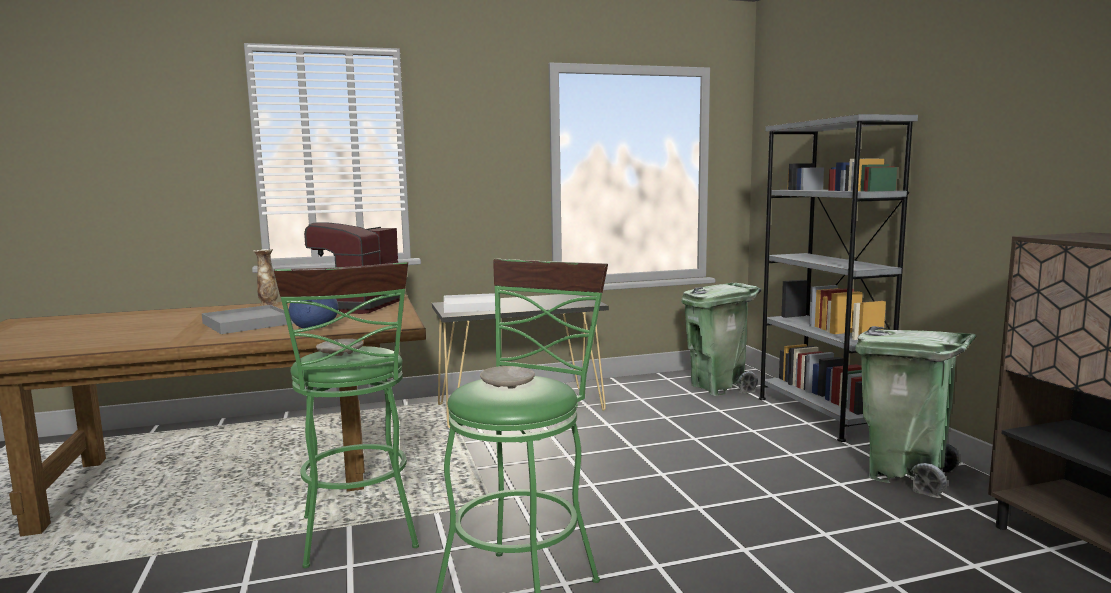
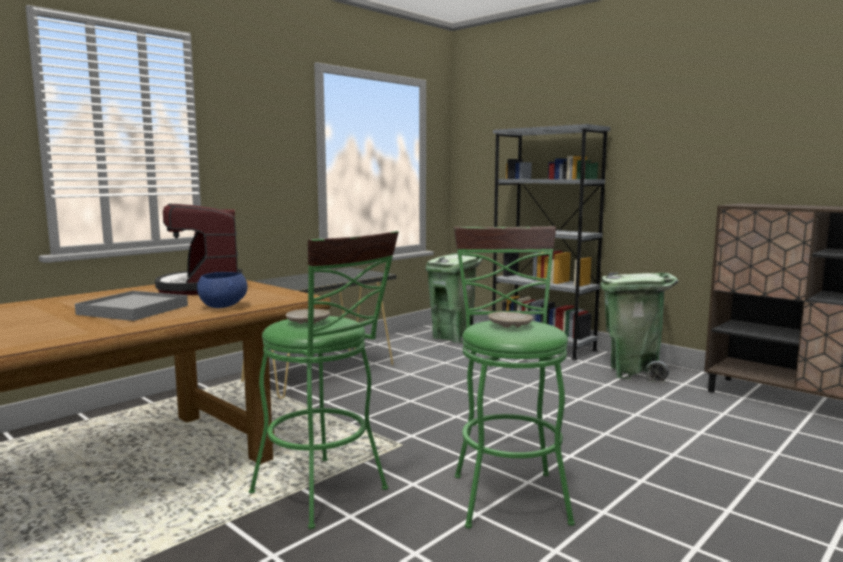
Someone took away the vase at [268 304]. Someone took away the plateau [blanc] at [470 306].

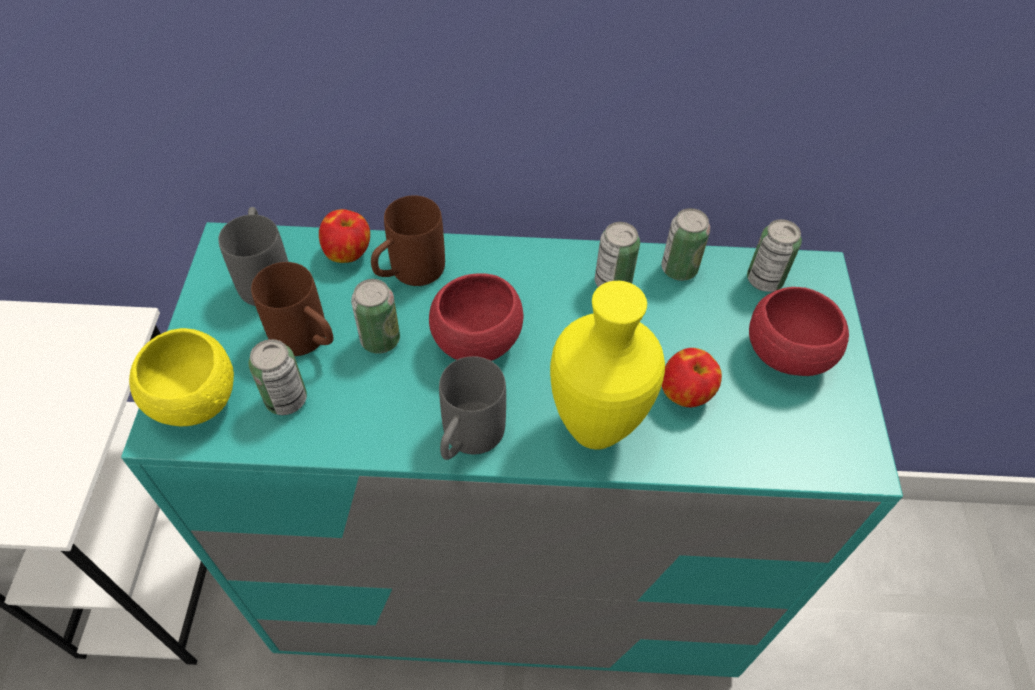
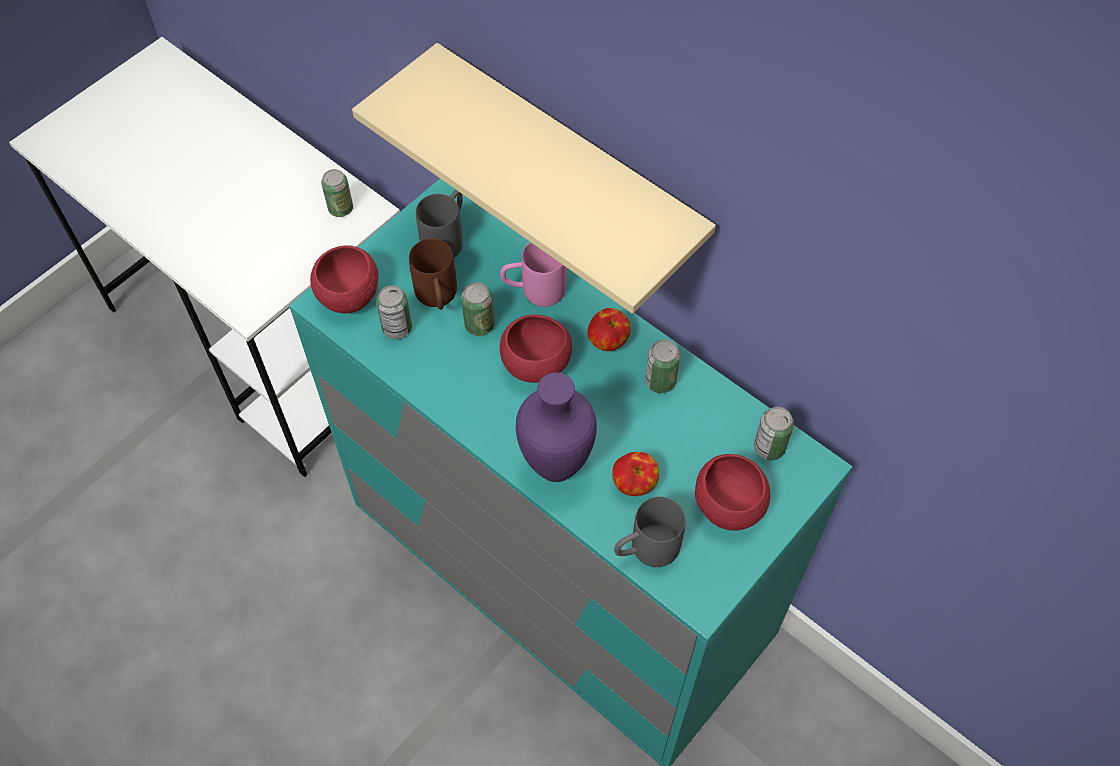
Someone repainted the bol [jaune] at [194 400], which became the bol [rouge] at [348 296]. Someone carried the pomme from [348 253] to [608 341]. Someone repainted the mug [marron] at [408 273], which became the mug [rose] at [533 291]. Someone carried the mug [gris] from [467 440] to [645 550]. Someone repainted the vase [jaune] at [597 427], which became the vase [violet] at [559 466]. Someone carried the boîte métallique from [679 269] to [340 208]. Someone put up the étagère [beige] at [569 170].

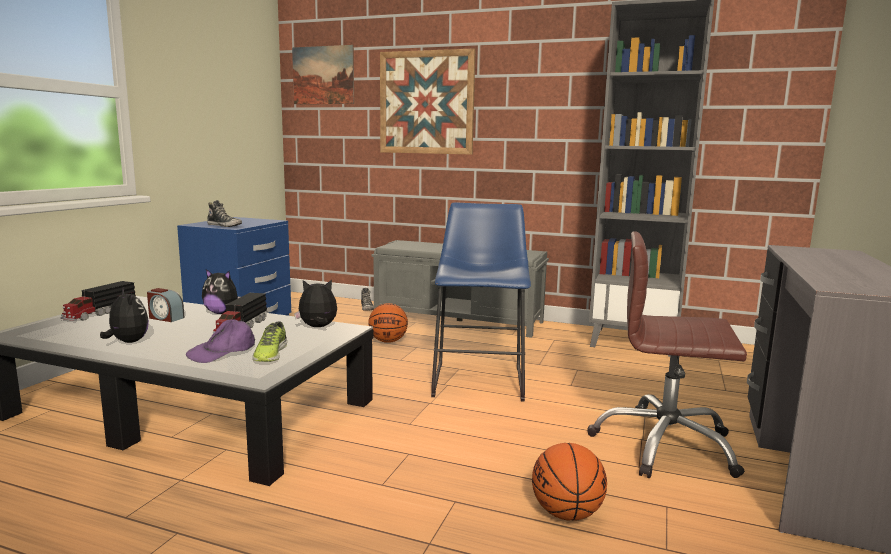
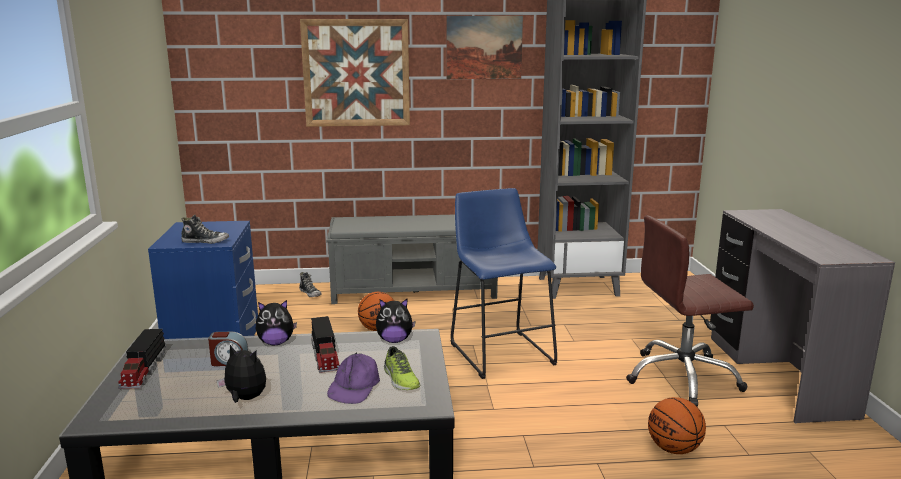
Someone carried the tableau from [323 75] to [484 47]. Someone rotated the peluche at [318 327] by 150 degrees counterclockwise.

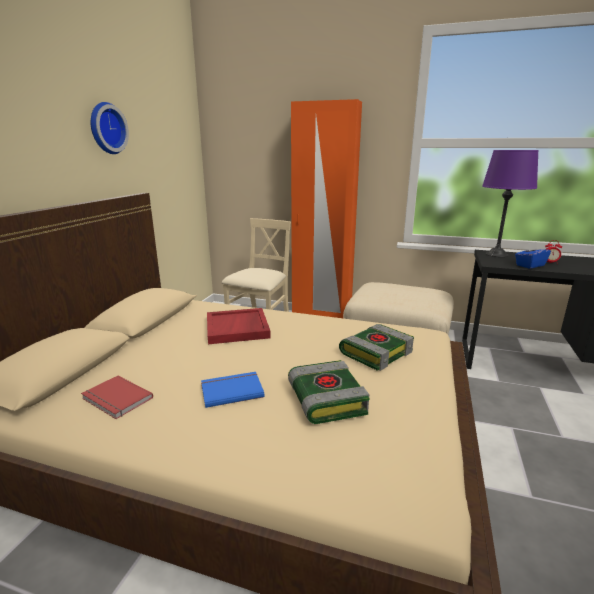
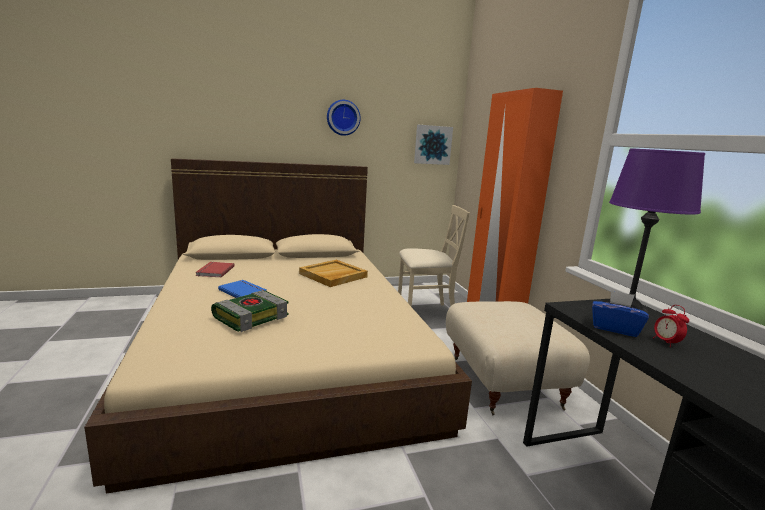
Someone repainted the plateau [rouge] at [238 328], which became the plateau [beige] at [333 275]. Someone took away the livre at [376 352]. Someone put up the tableau at [432 145].

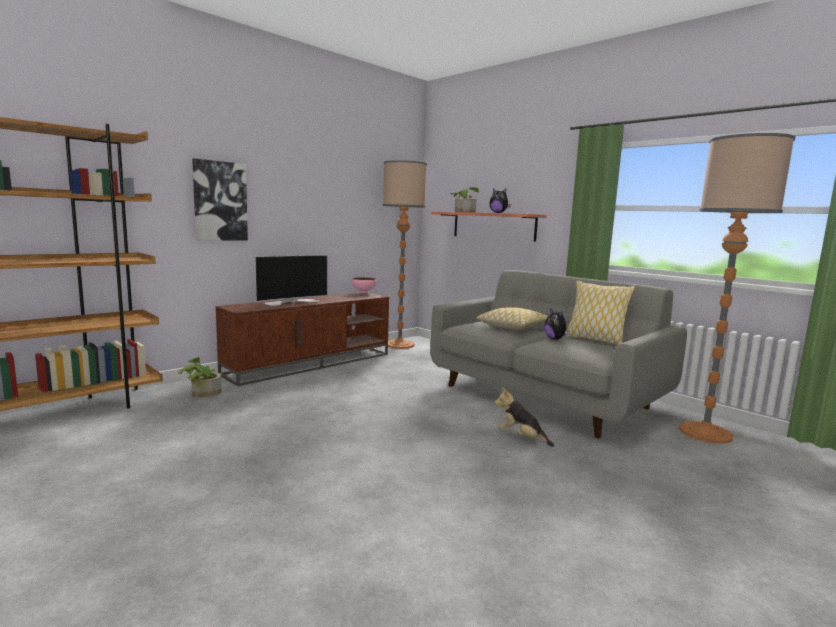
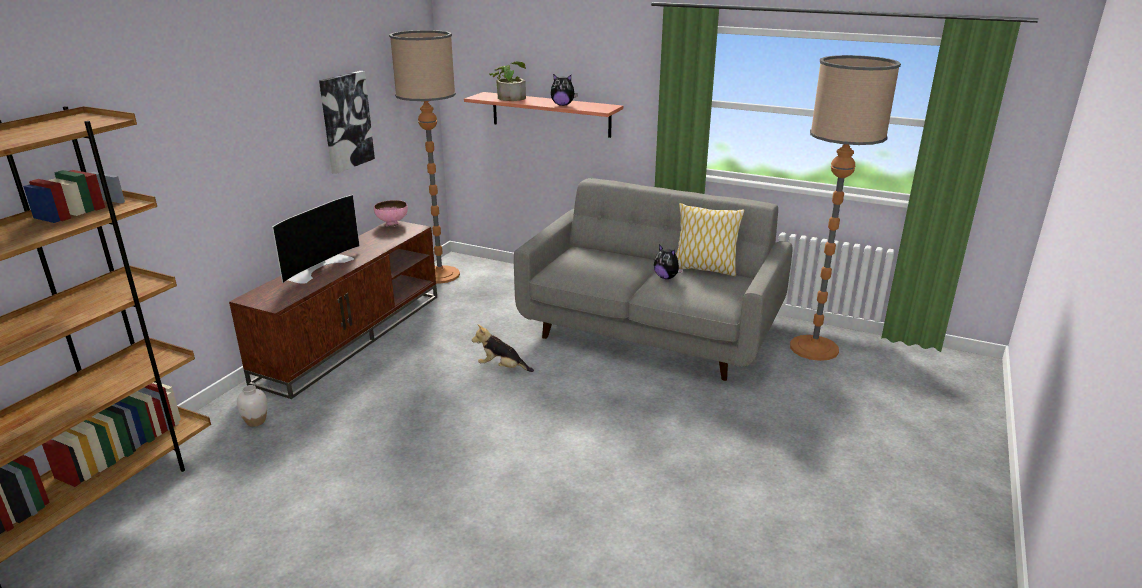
Someone swapped the plante en pot at [202 393] for the vase [blanc] at [256 421]. Someone carried the tableau from [220 201] to [346 121]. Someone took away the coussin at [513 327]. Someone carried the peluche from [521 437] to [502 368].

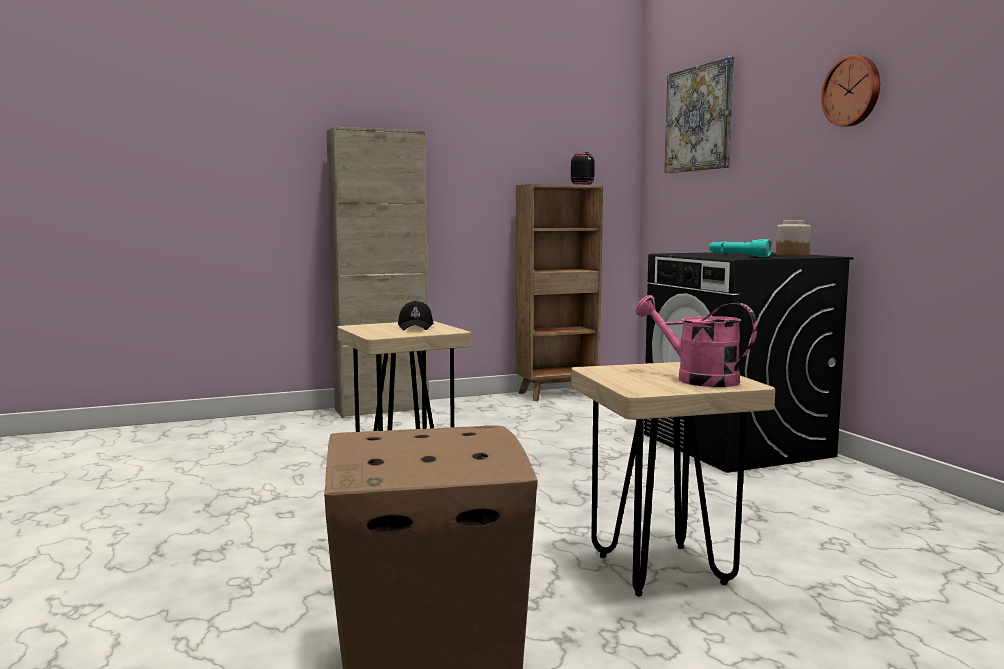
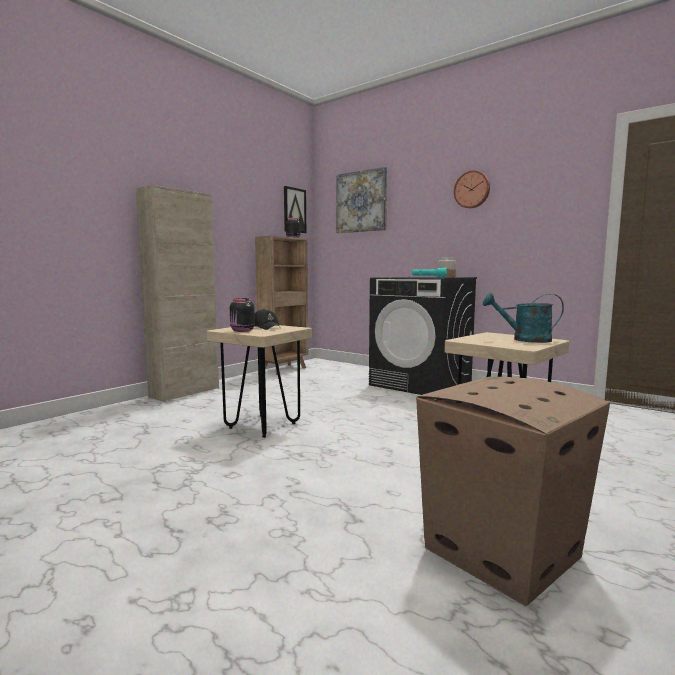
Someone repainted the arrosoir [rose] at [697 379], which became the arrosoir [turquoise] at [524 340]. Someone put down the bocal [noir] at [242 331]. Someone put up the tableau at [294 210].

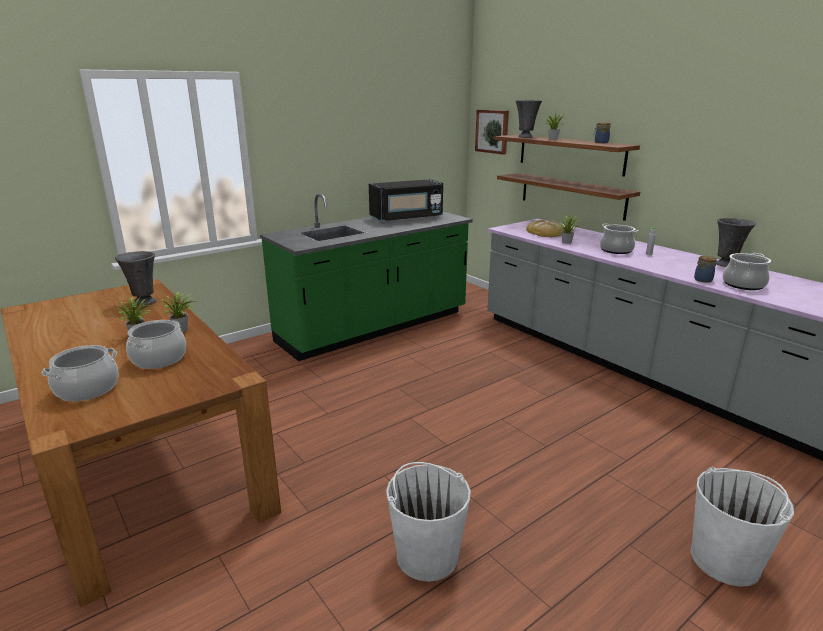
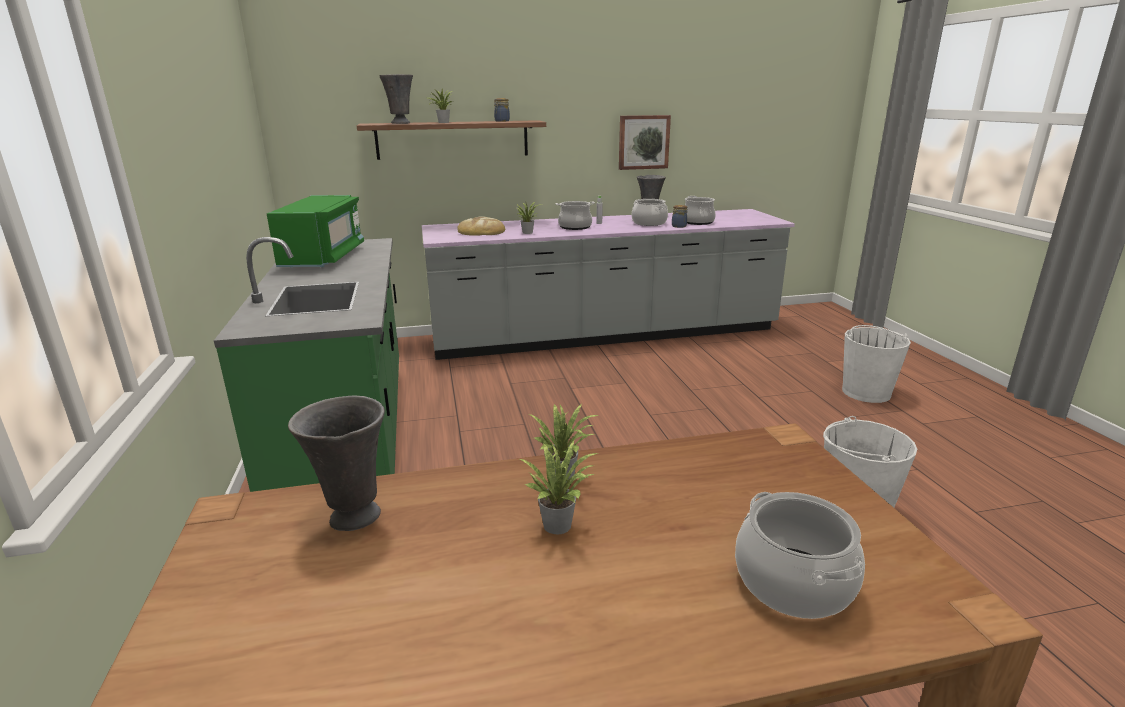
Someone carried the marmite from [159 359] to [649 223]. Someone repainted the micro-ondes [noir] at [407 218], which became the micro-ondes [vert] at [324 257]. Someone carried the tableau from [492 131] to [643 142]. Someone took away the étagère at [571 195].

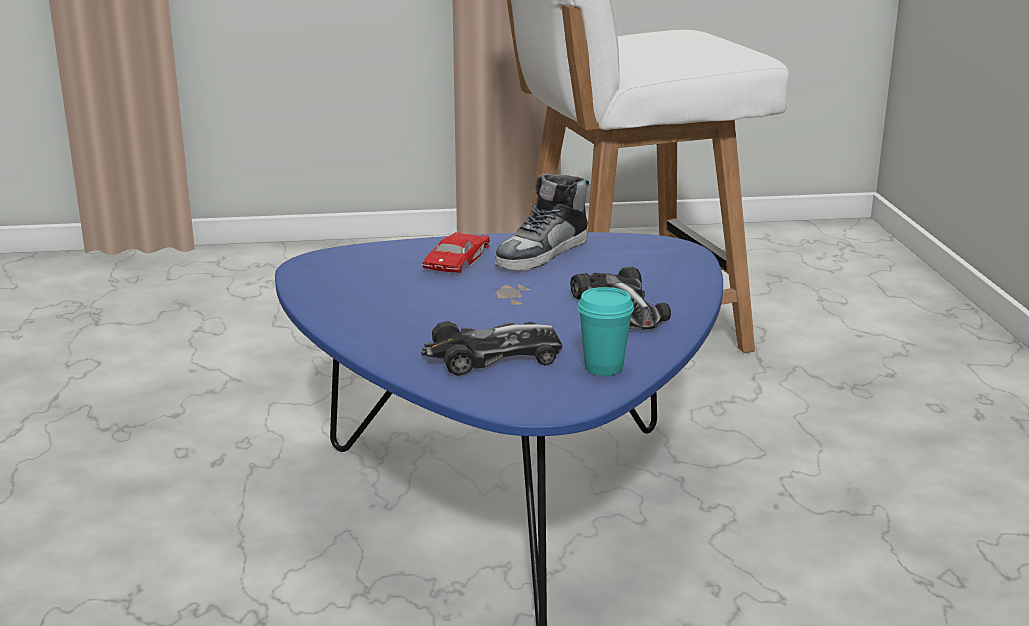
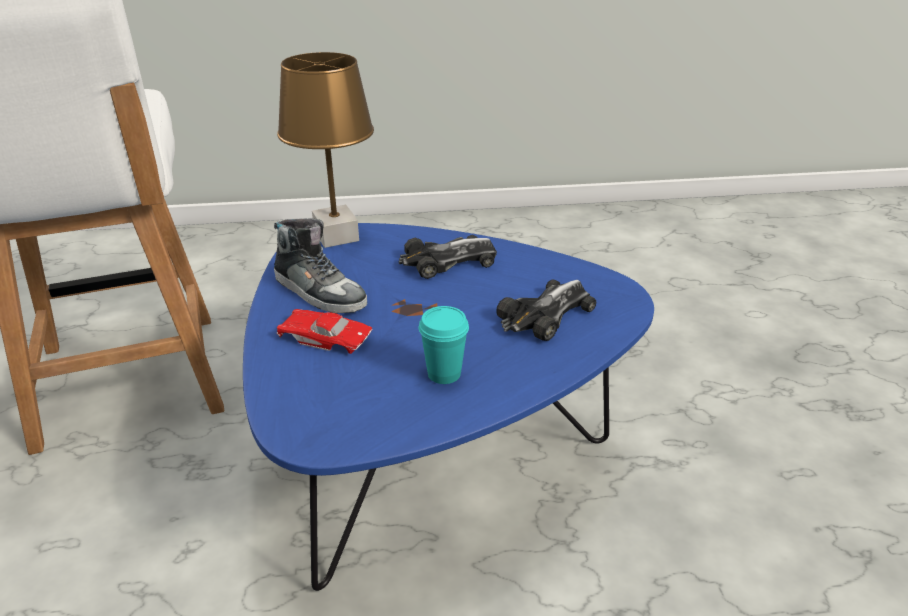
Someone rotated the petite voiture at [493 356] by 60 degrees clockwise. Someone carried the tasse [turquoise] from [603 367] to [444 374]. Someone put down the lampe de table [marron] at [337 236].

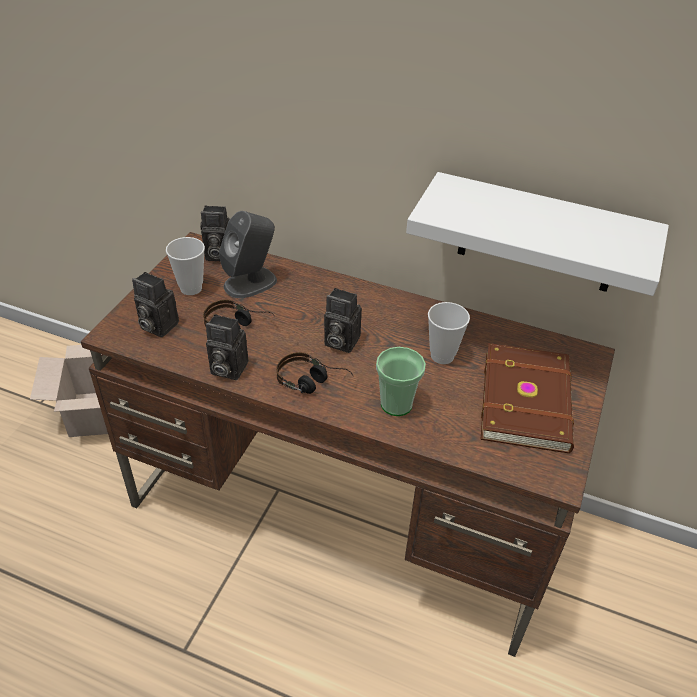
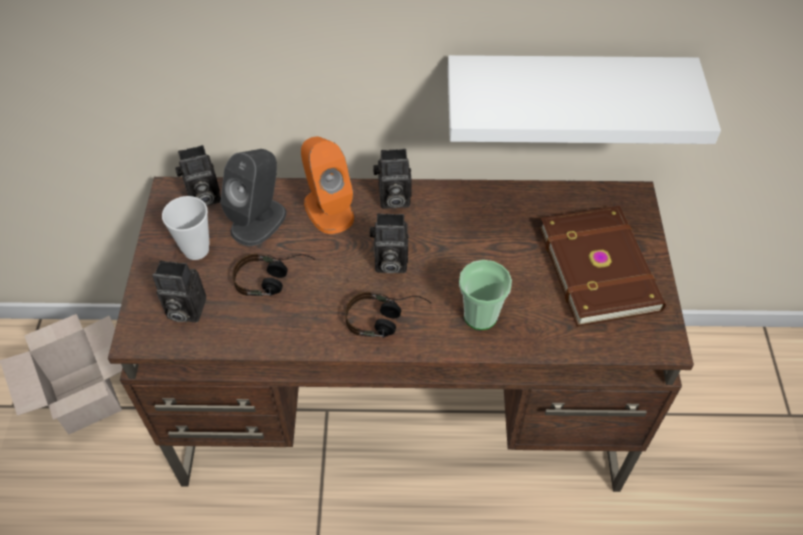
Someone carried the appareil photo from [226 368] to [392 199]. Someone took away the tasse at [442 356]. Someone put down the enceinte [orange] at [328 209].

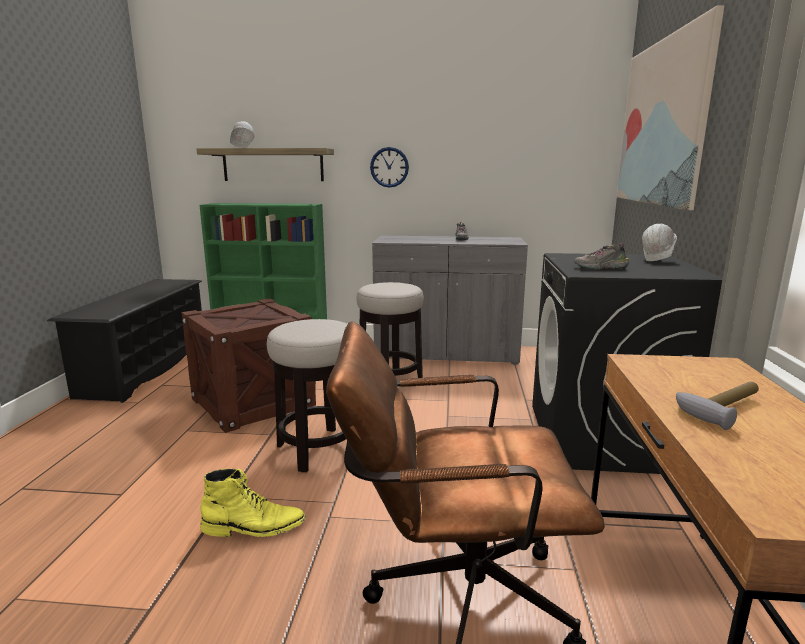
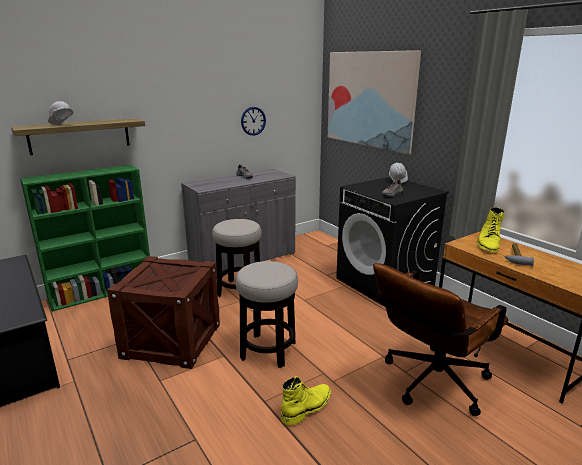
Someone carried the horloge murale from [389 167] to [253 121]. Someone put down the botte [jaune] at [488 244].

